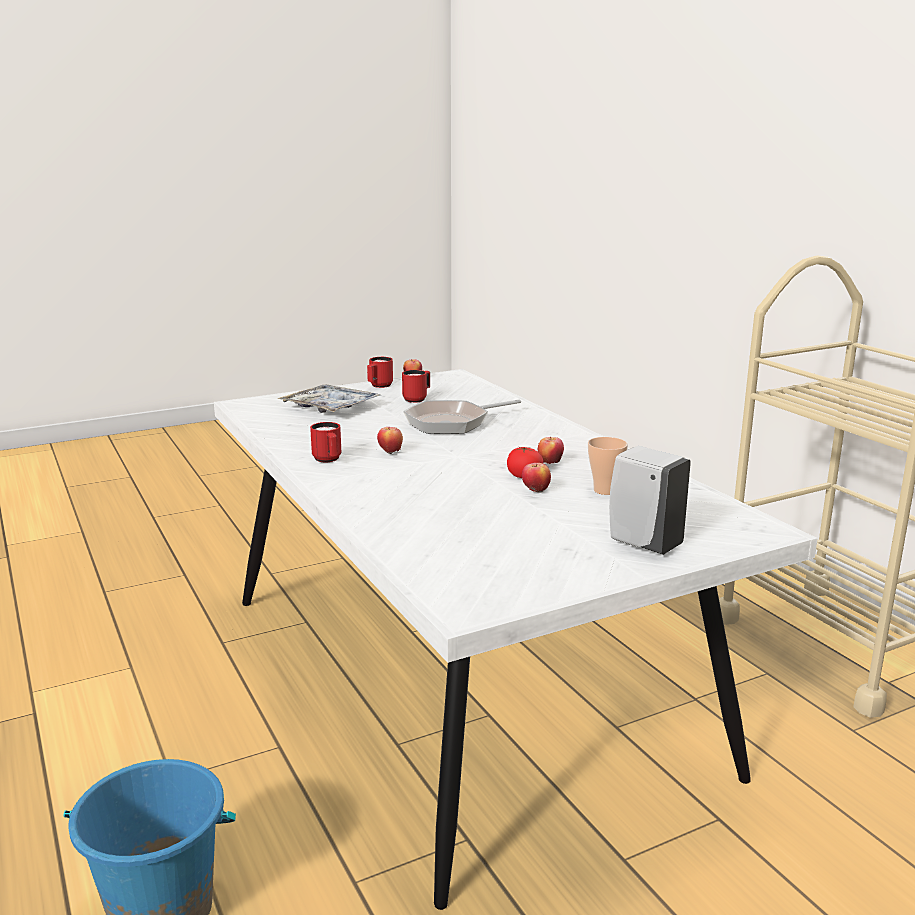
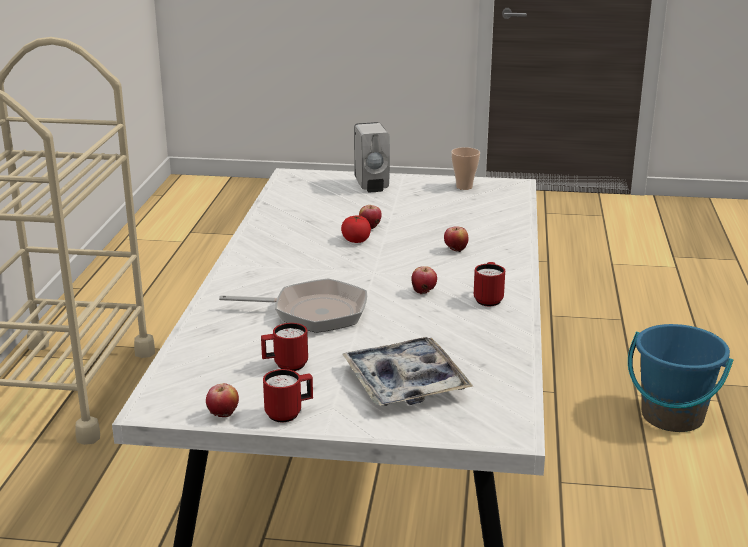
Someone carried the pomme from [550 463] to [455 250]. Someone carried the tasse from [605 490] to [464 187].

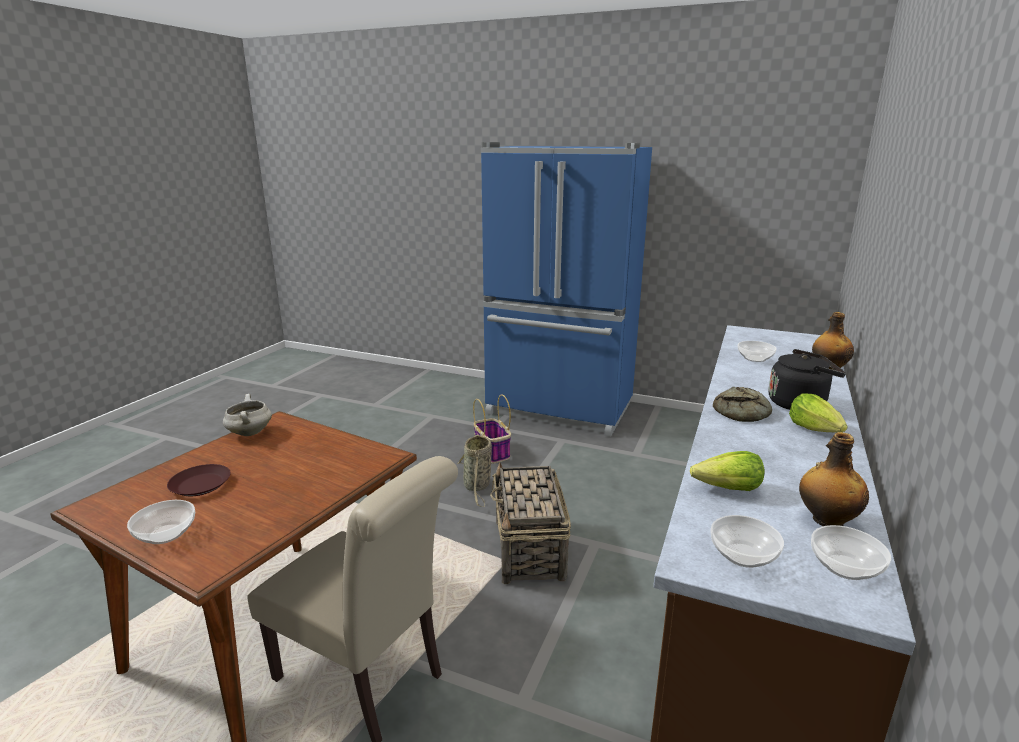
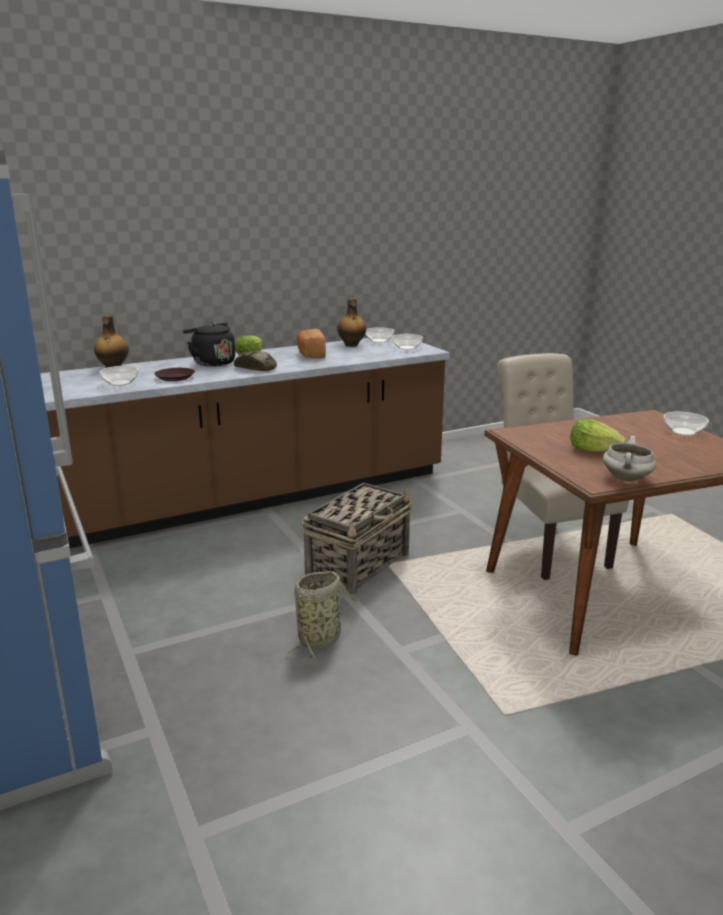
Someone carried the assiette [marron] from [201 484] to [174 377]. Someone took away the panier at [492 452]. Someone carried the laitue from [728 489] to [595 450]. Someone put down the pain at [310 354].

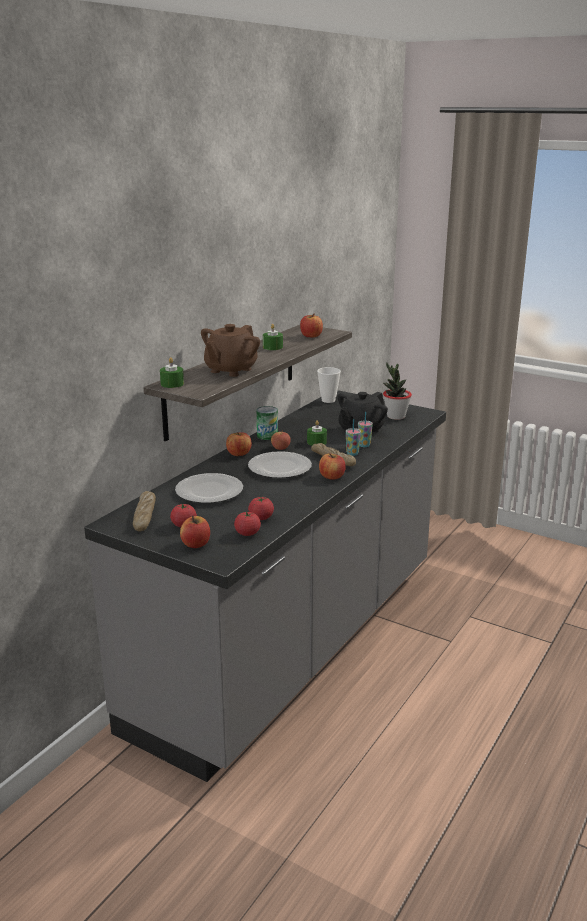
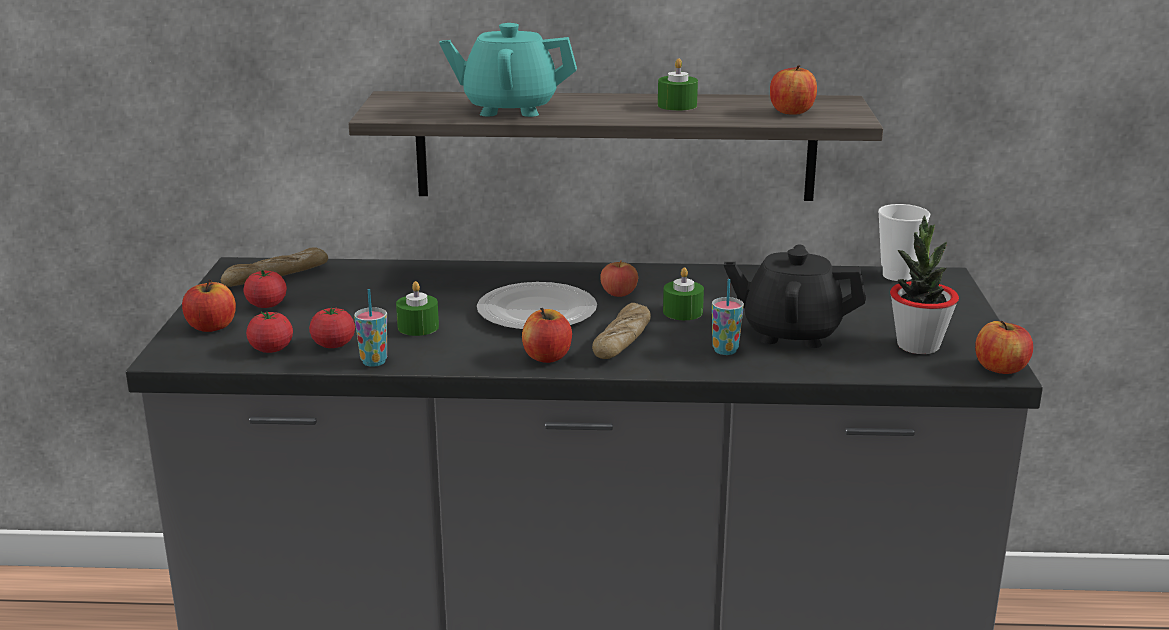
Someone carried the bougie [vert] from [172 384] to [418 327]. Someone took away the assiette at [210 491]. Someone repainted the théière [marron] at [230 370], which became the théière [turquoise] at [509 109]. Someone carried the pomme from [239 454] to [1000 368]. Someone took away the boîte métallique at [267 436]. Someone carried the tasse from [352 453] to [374 362].

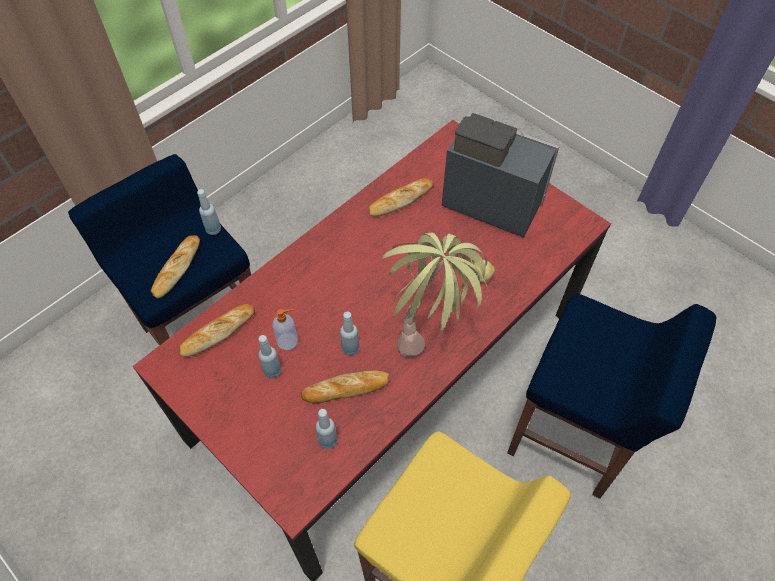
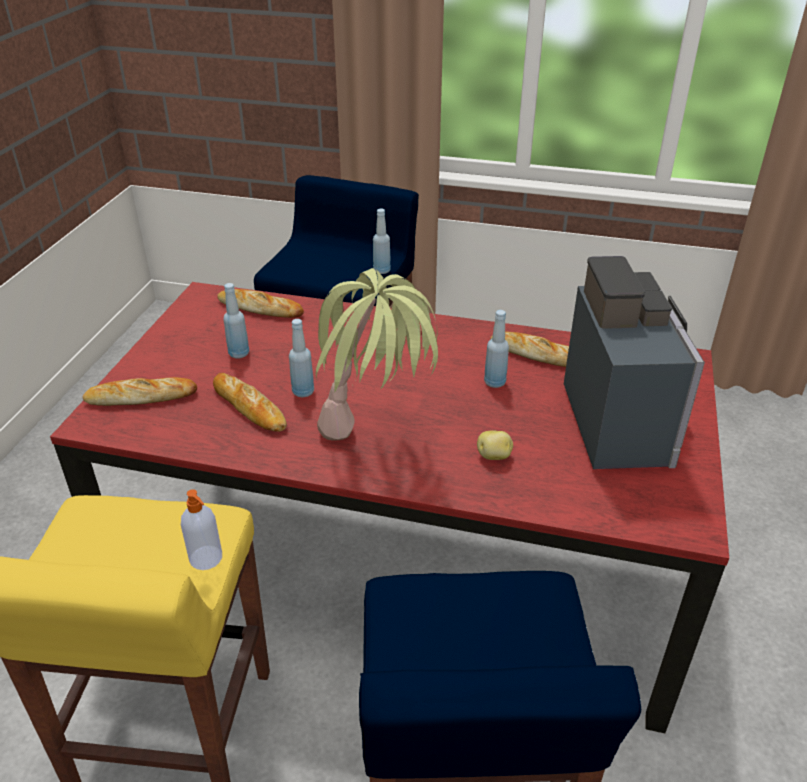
Someone carried the pain from [177 268] to [141 397]. Someone carried the distributeur de savon from [288 341] to [206 558]. Someone carried the bouteille [bleu] from [328 440] to [494 382].

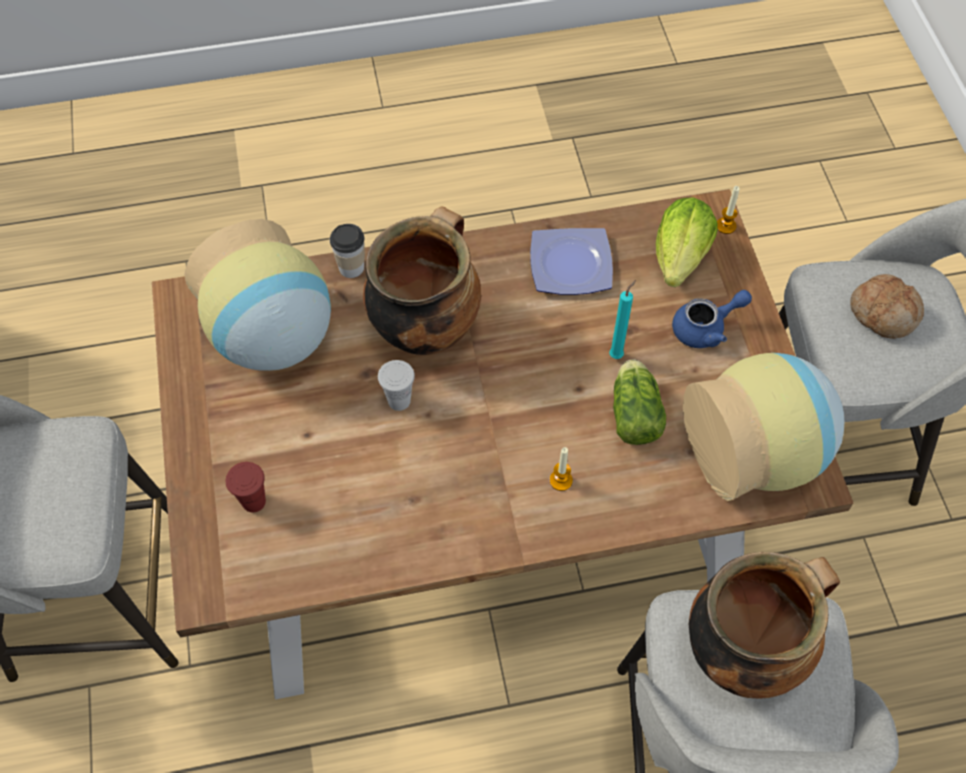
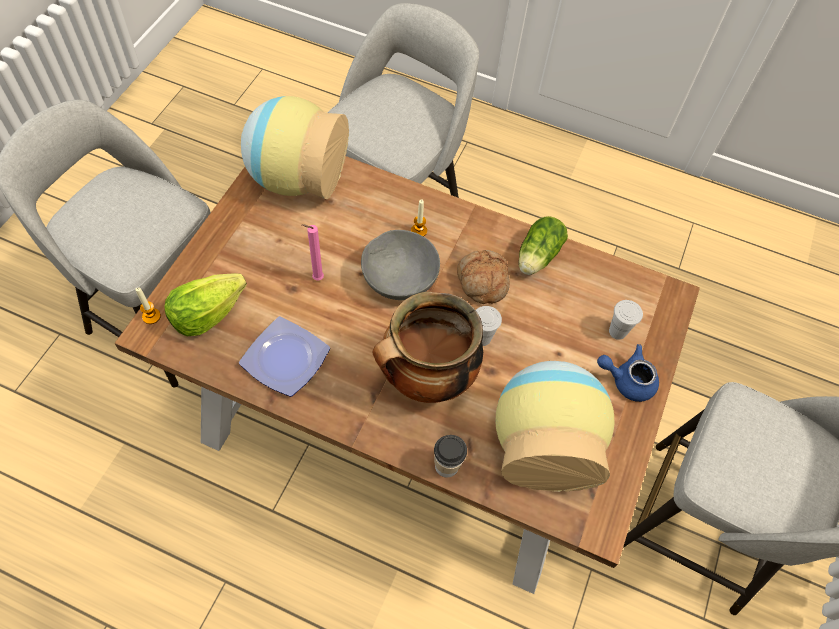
Someone repainted the tasse [rouge] at [253 501], which became the tasse [blanc] at [617 331]. Someone repainted the bougie [turquoise] at [617 354], which became the bougie [rose] at [316 278]. Someone carried the laitue from [634 411] to [536 257]. Someone carried the théière [bleu] from [706 328] to [627 380]. Someone took away the marmite at [744 649]. Someone carried the pain from [884 313] to [481 281]. Someone put down the bol [gris] at [399 280].

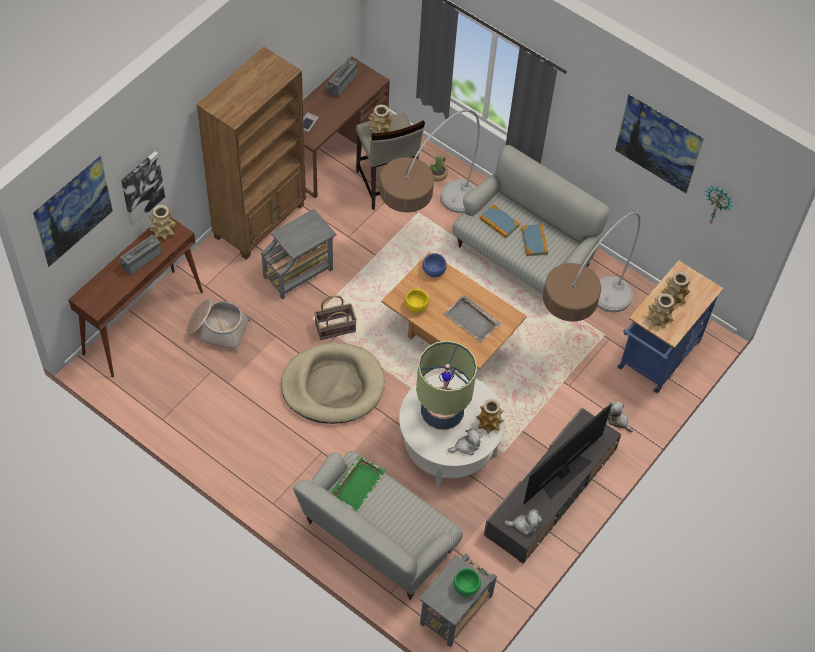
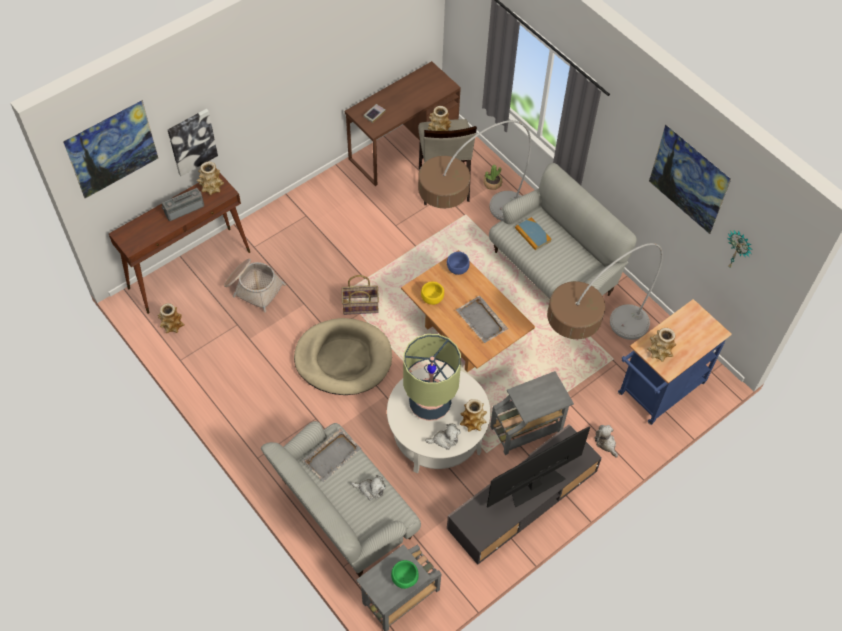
Someone took away the bibliothèque [marron] at [260 221]. Someone carried the table d'appoint [gris] from [300 272] to [528 429]. Someone took away the radio at [341 82]. Someone repainted the plateau [vert] at [358 483], which became the plateau [gris] at [332 455]. Someone carried the peluche from [524 524] to [370 489]. Someone took away the livre at [534 241]. Someone carried the vase from [674 296] to [172 325].

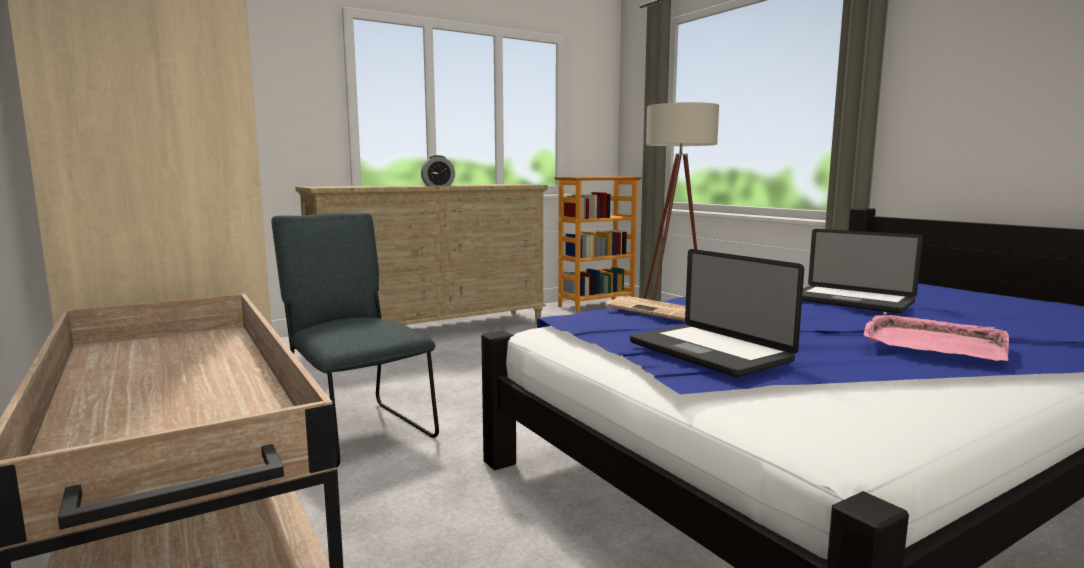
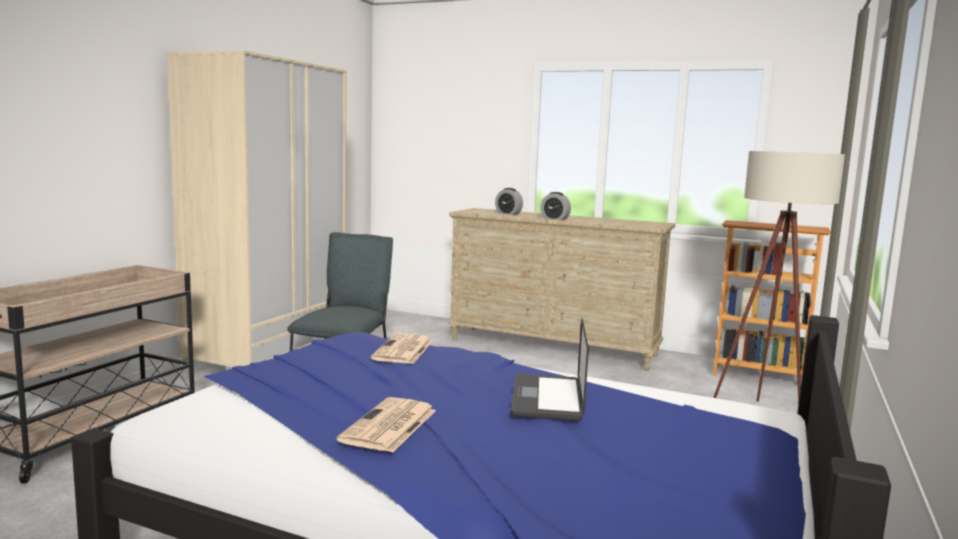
Someone took away the ordinateur portable at [708 352]. Someone swapped the plateau [rose] at [932 343] for the journal at [389 426]. Someone put down the réveil at [508 213].

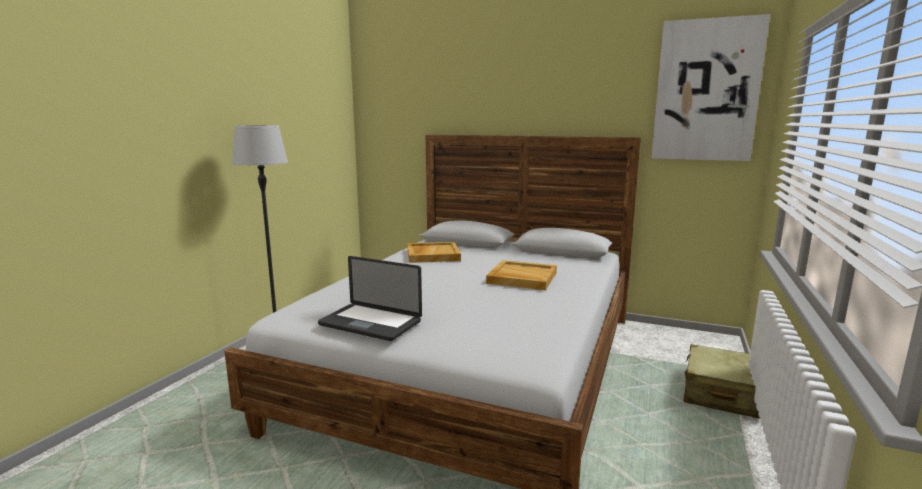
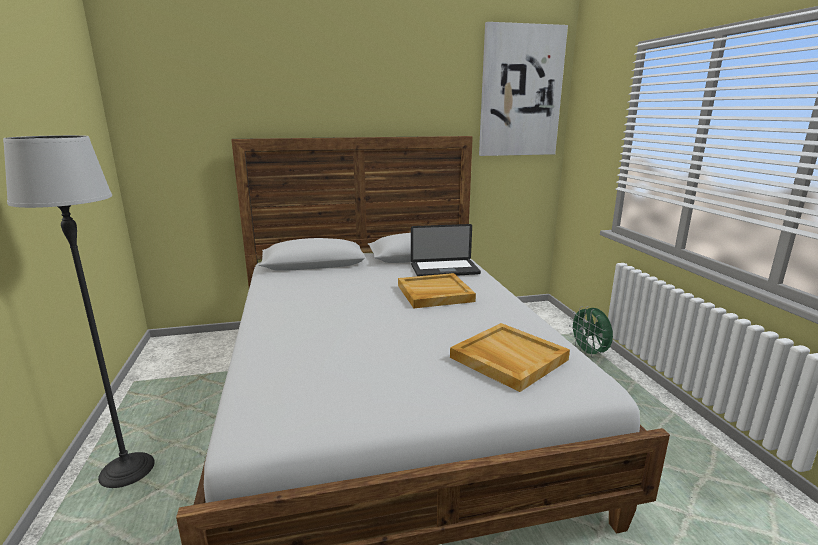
Someone carried the ordinateur portable from [370 323] to [444 270]. Someone carried the plateau [beige] from [432 255] to [507 358]. Someone swapped the valise [beige] at [720 393] for the ventilateur [vert] at [589 353].

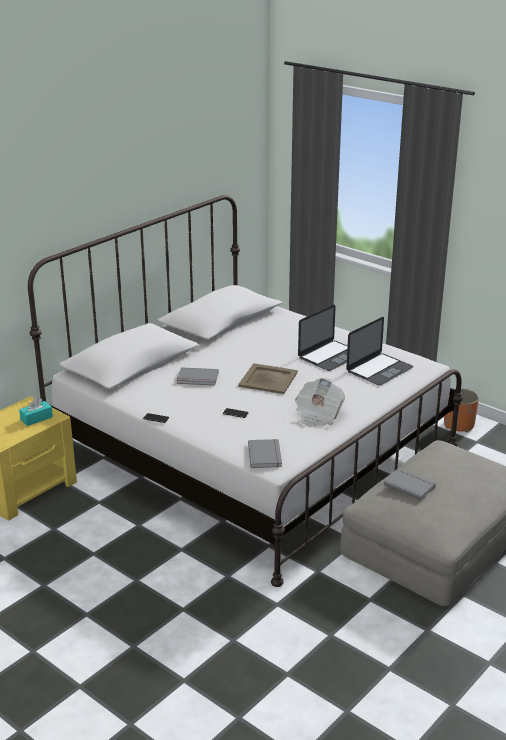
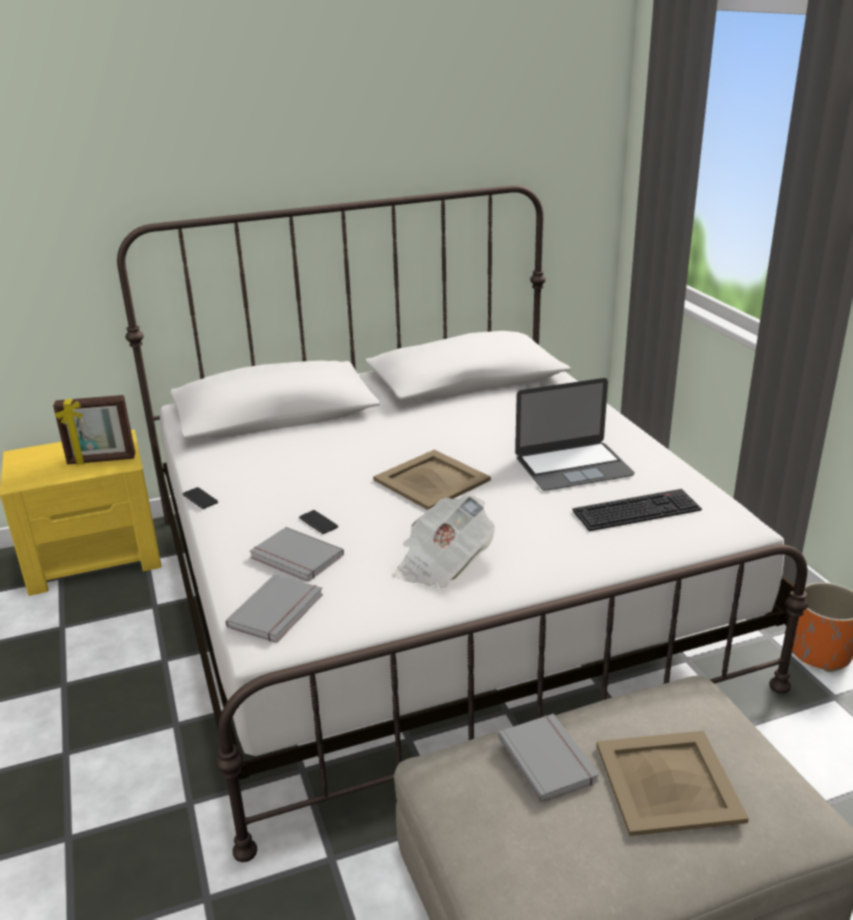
Someone swapped the boîte à mouchoirs [turquoise] at [36 418] for the cadre photo at [101 460]. Someone carried the livre [gris] from [198 378] to [295 558]. Someone swapped the ordinateur portable at [379 369] for the clavier at [637 509]. Someone put down the plateau [beige] at [667 783].

